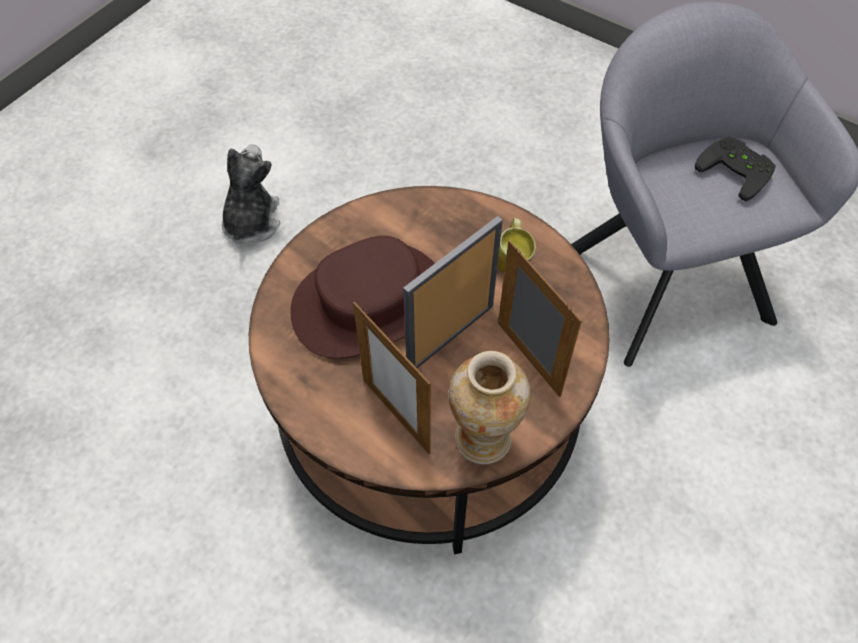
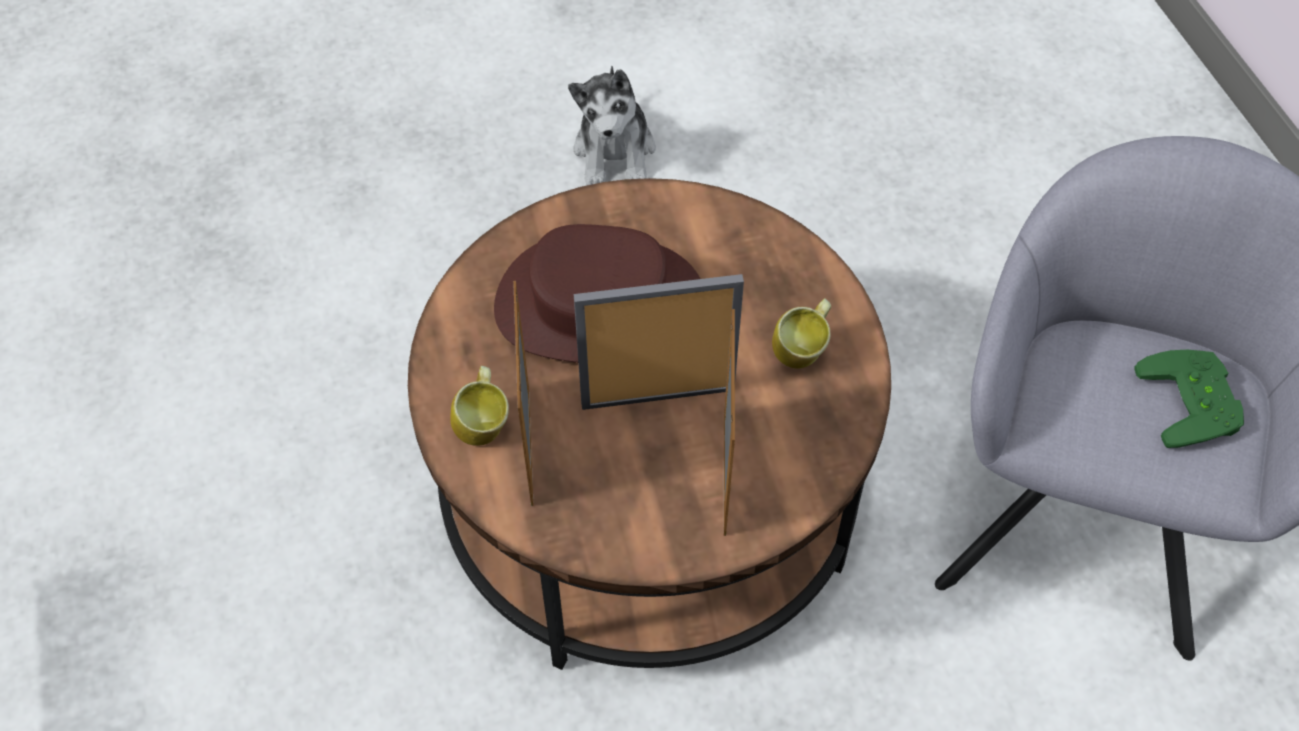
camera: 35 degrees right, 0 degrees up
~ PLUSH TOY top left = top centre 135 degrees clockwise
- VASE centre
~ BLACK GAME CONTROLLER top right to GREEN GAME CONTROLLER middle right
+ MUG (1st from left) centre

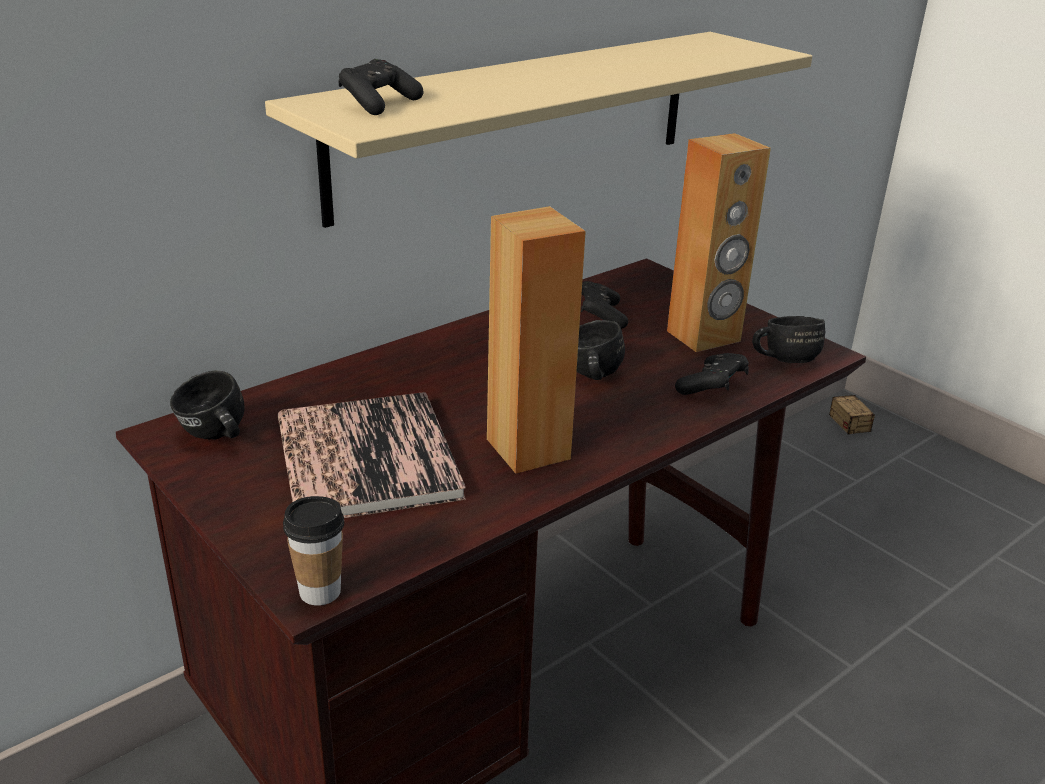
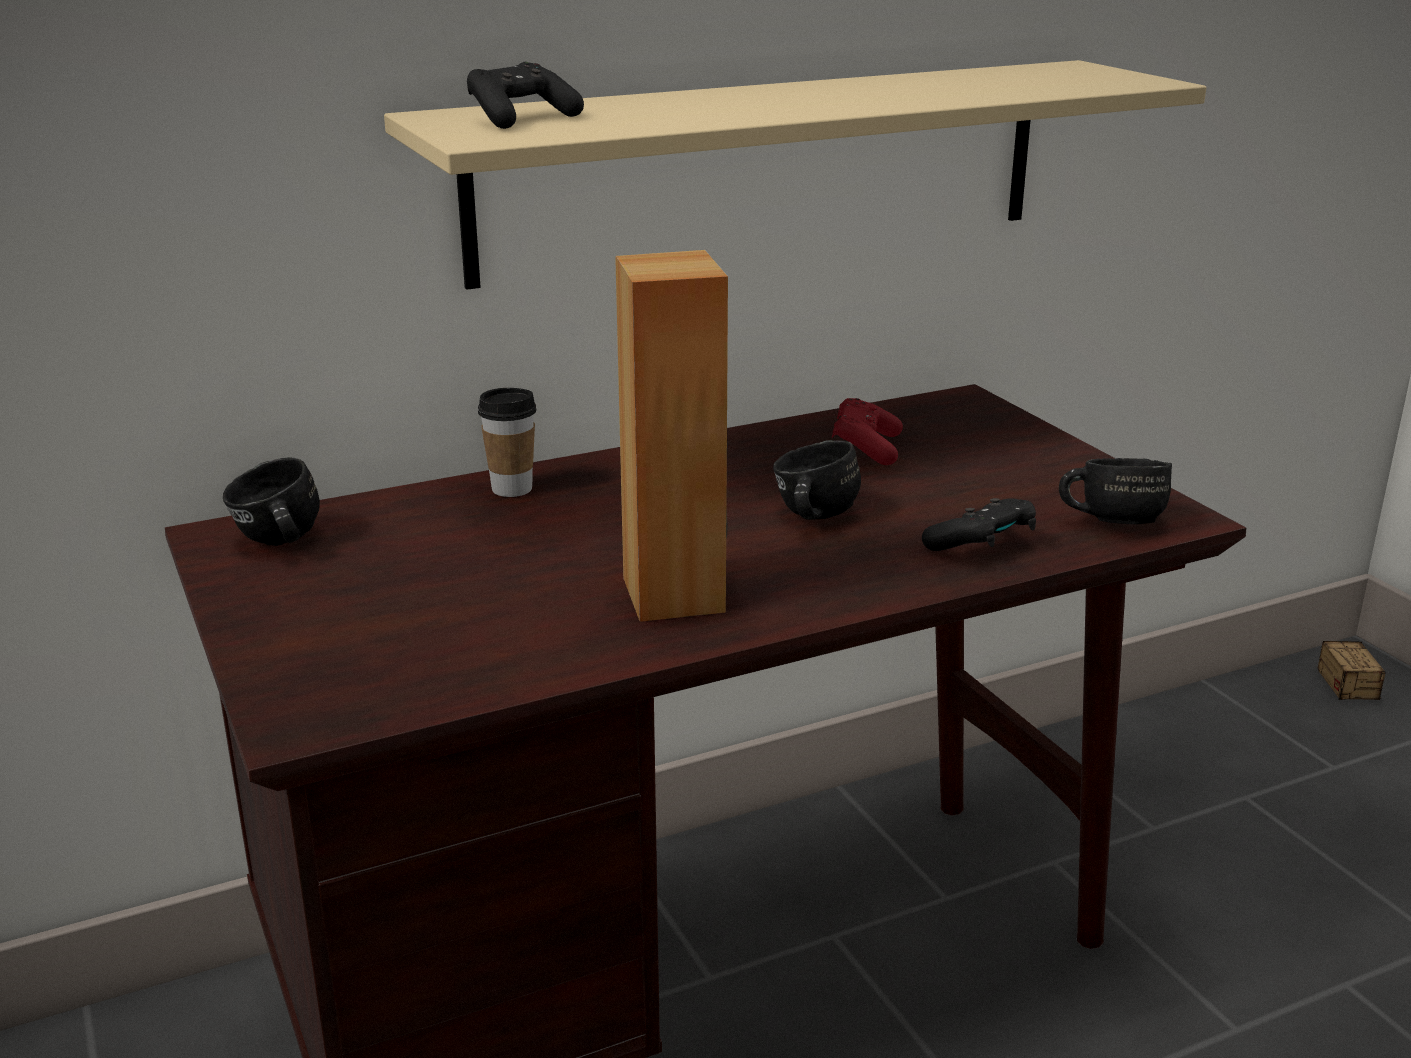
camera: 15 degrees right, 5 degrees down
- BOOK centre
~ CUP bottom left to centre
~ BLACK GAME CONTROLLER (2nd from left) centre to RED GAME CONTROLLER centre
- BROWN SPEAKER (2nd from left) top right

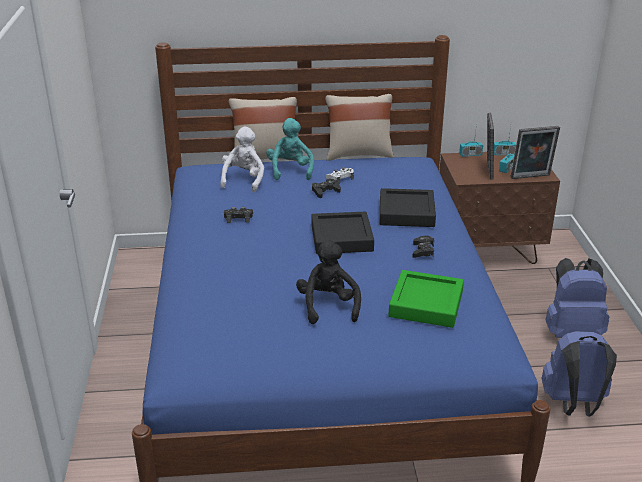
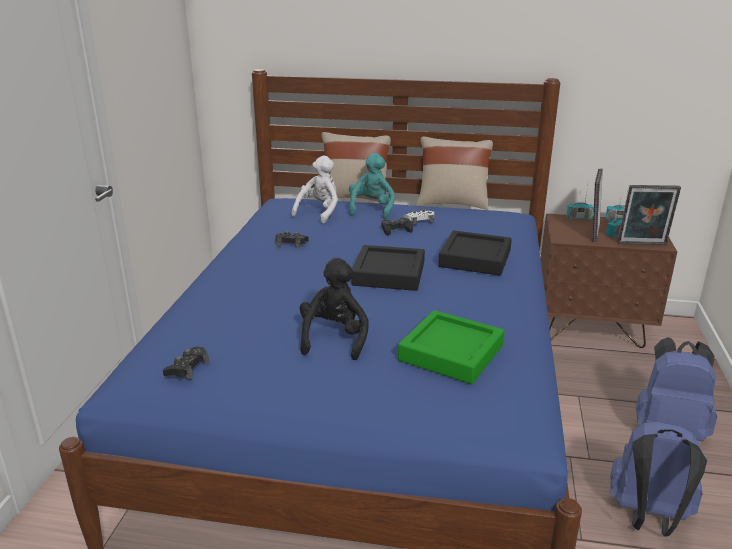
camera: 15 degrees right, 5 degrees down
~ BLACK GAME CONTROLLER (3rd from left in the first image) centre to BLACK GAME CONTROLLER (1st from left) middle left

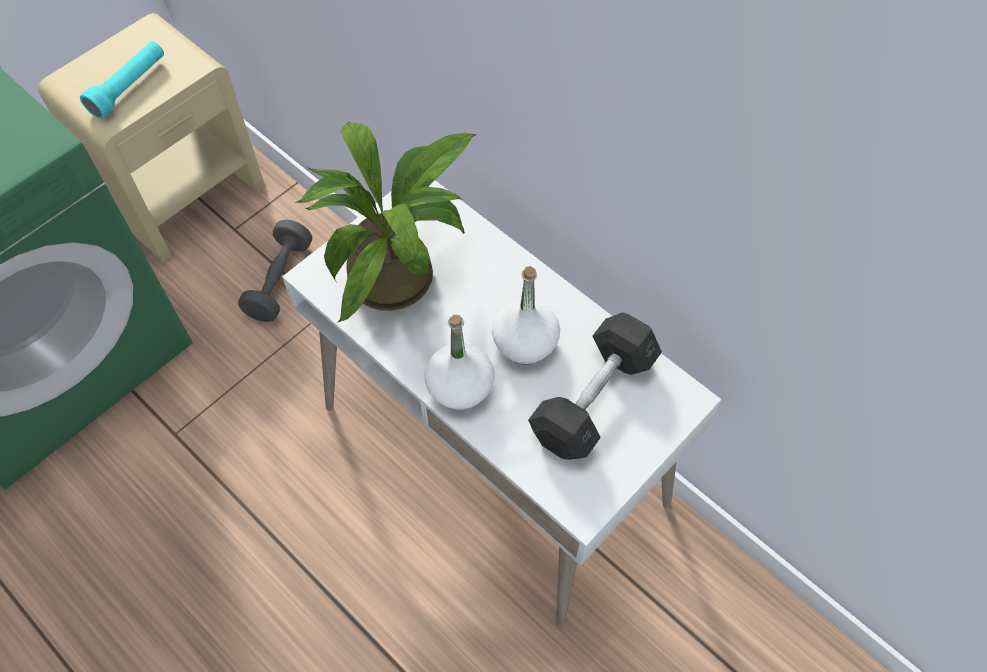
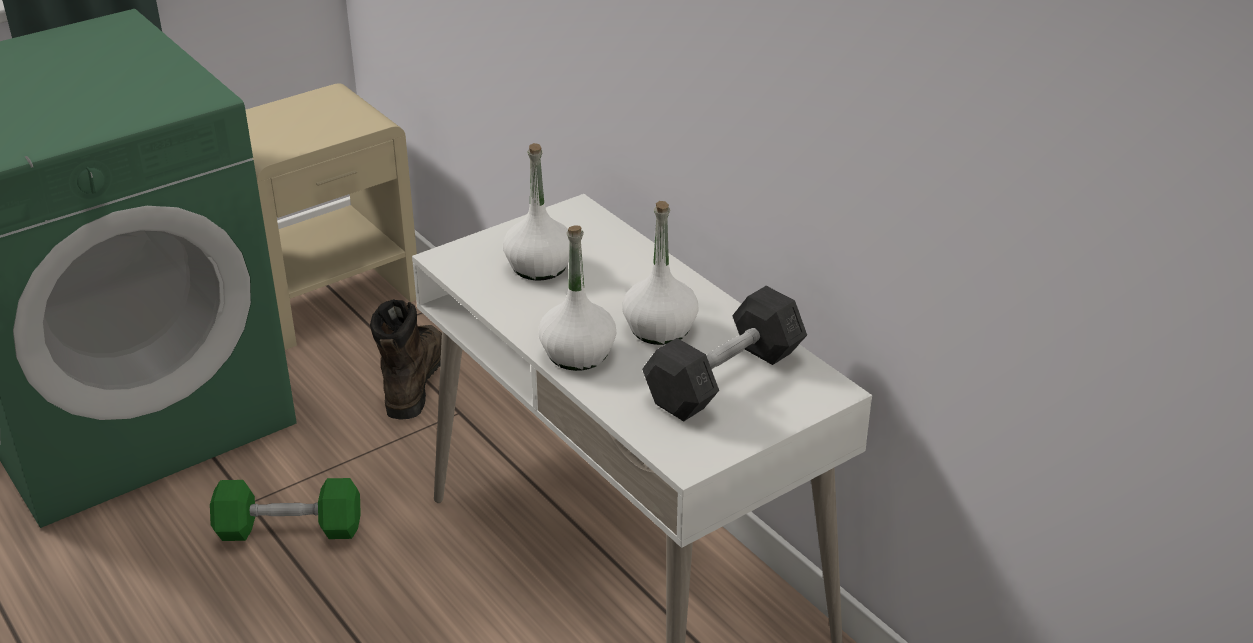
camera: 10 degrees right, 25 degrees down
- TURQUOISE FLASHLIGHT top left
~ GREY DUMBBELL (1st from left) middle left to BROWN BOOT middle left
~ POTTED PLANT top centre to WHITE BOTTLE (1st from left) top centre
+ GREEN DUMBBELL bottom left

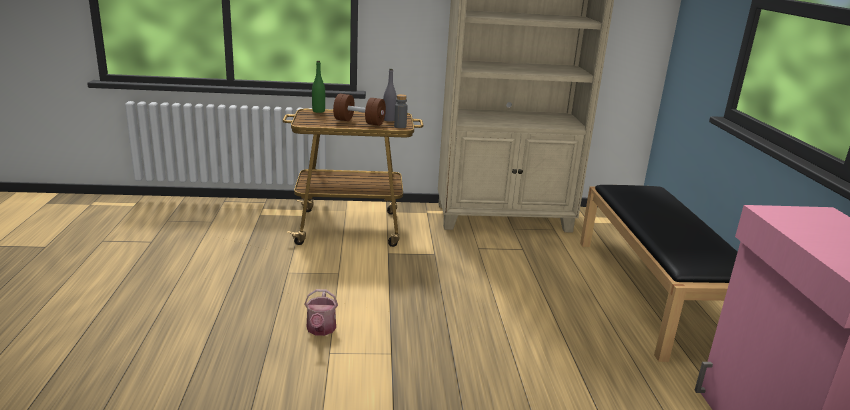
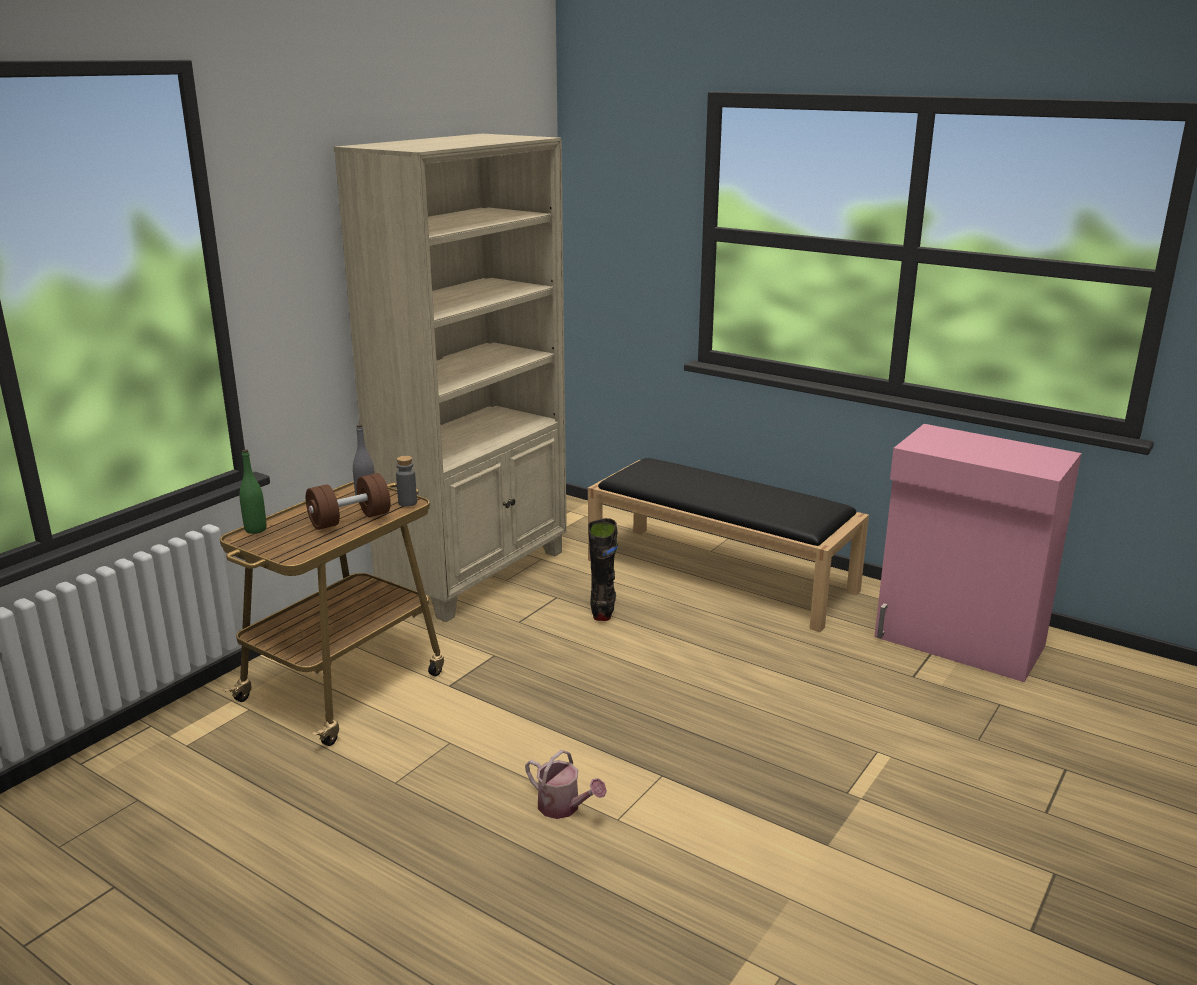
camera: 50 degrees left, 0 degrees up
+ BLACK BOOT centre

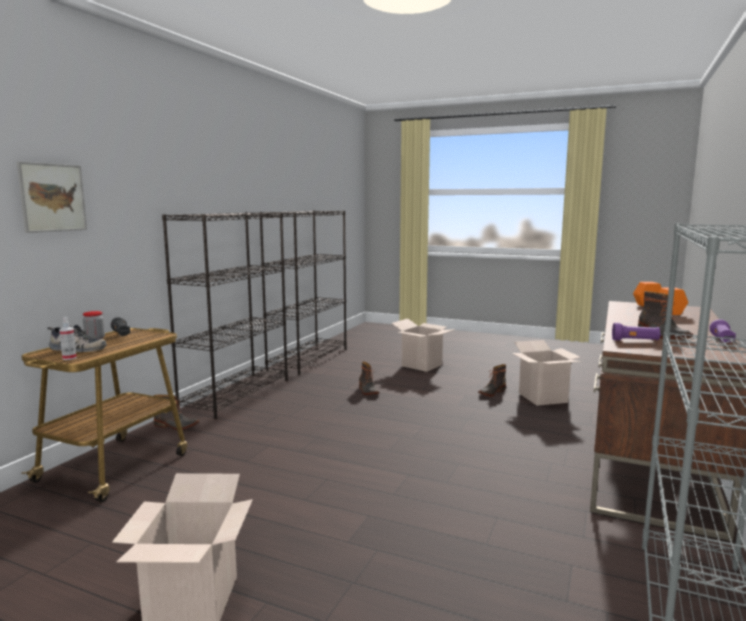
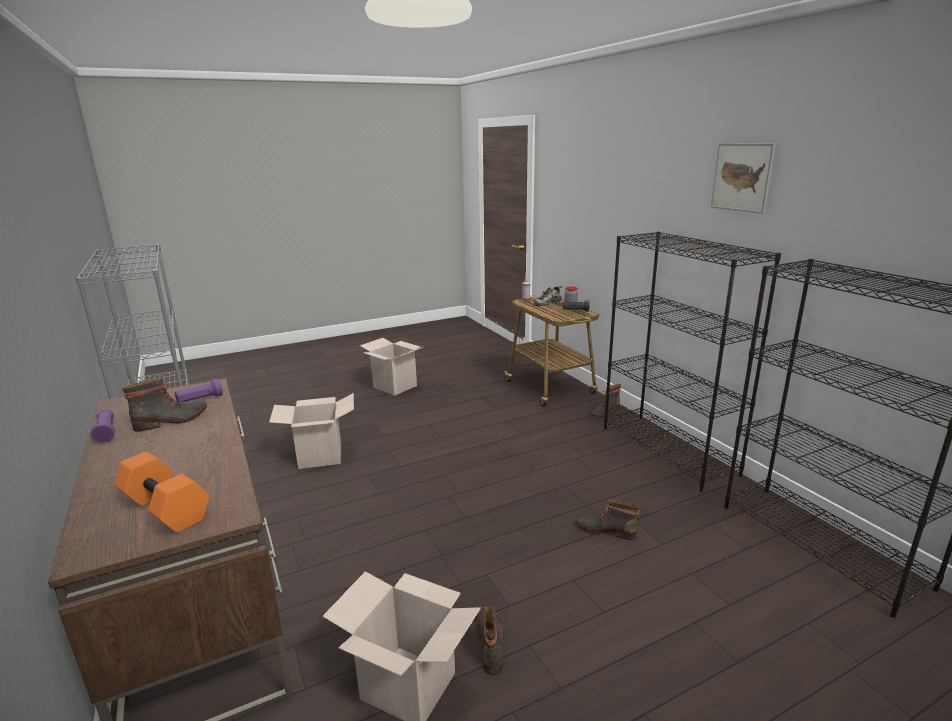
camera: 130 degrees right, 10 degrees up
~ PICTURE top left to top right
~ CARDBOARD BOX (2nd from left in the first image) centre to CARDBOARD BOX (1st from left) middle left
~ BOOT (4th from left in the first image) middle right = middle left 120 degrees clockwise

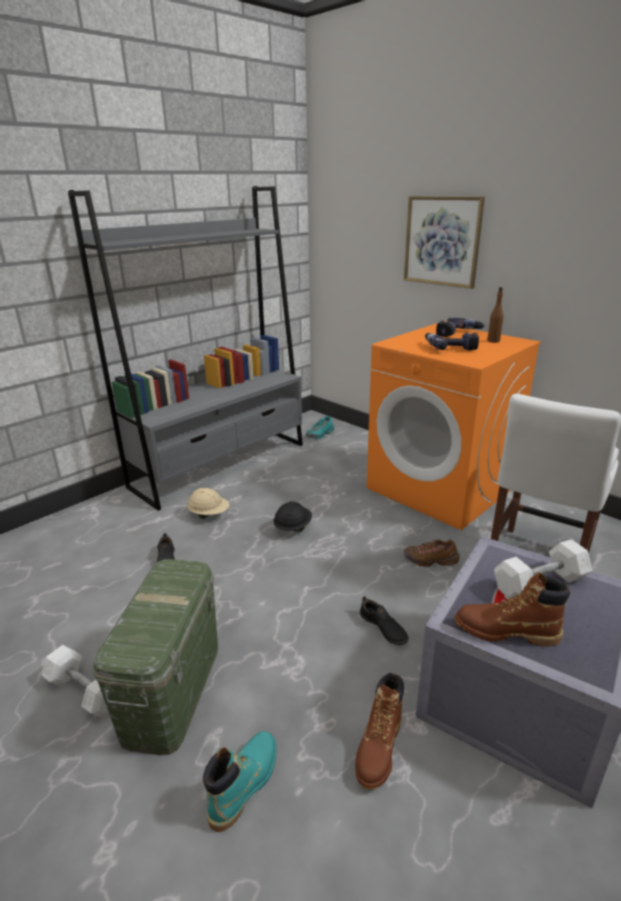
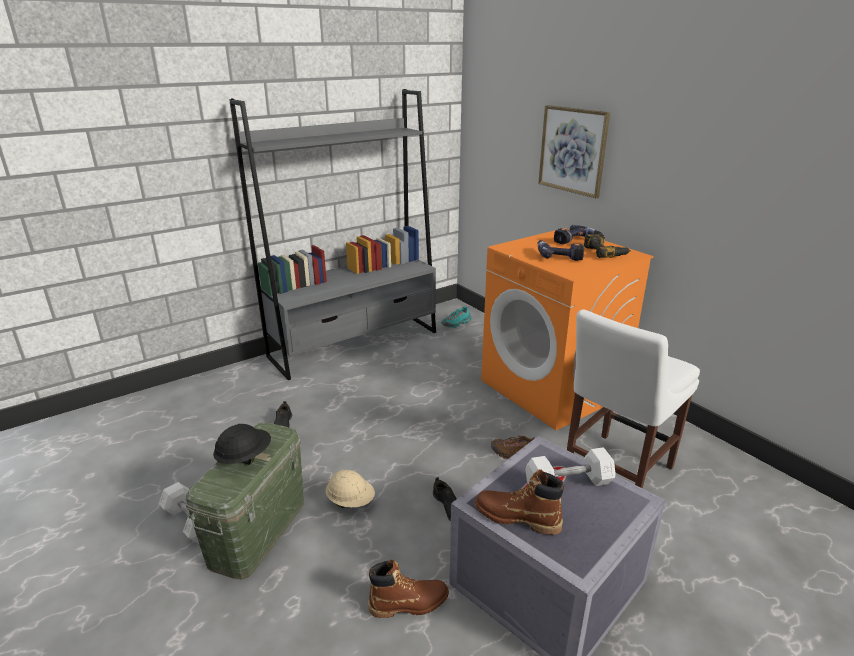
camera: 10 degrees right, 0 degrees up
~ BEIGE HARD HAT centre to bottom centre
- TURQUOISE BOOT bottom centre
~ BLACK HARD HAT centre to bottom left
~ BROWN BOOT (1st from left) bottom centre = bottom centre 135 degrees counterclockwise
~ BROWN BOTTLE middle right to POWER DRILL (3rd from left) middle right

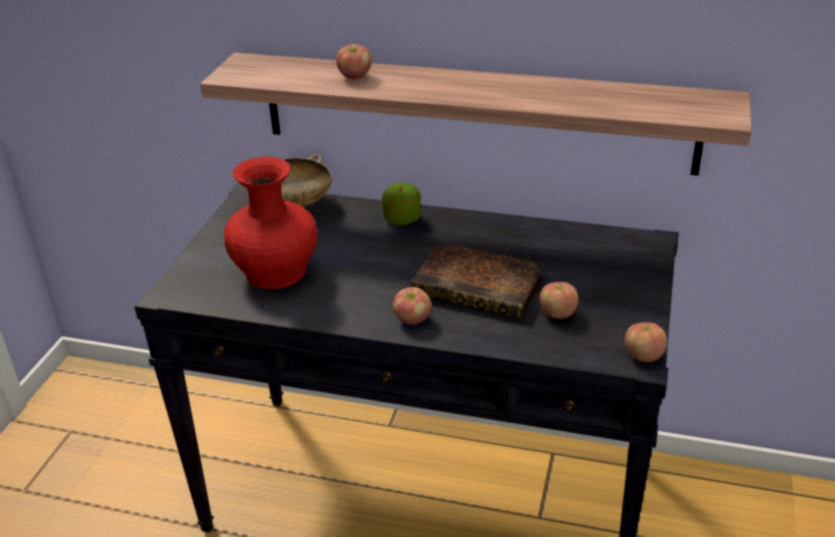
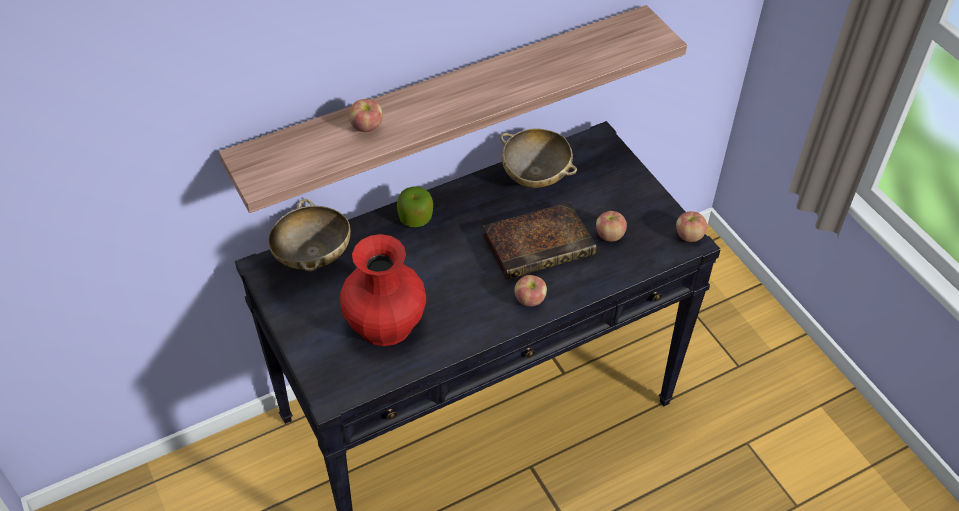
camera: 45 degrees left, 15 degrees up
+ BEIGE BOWL (2nd from left) top centre

